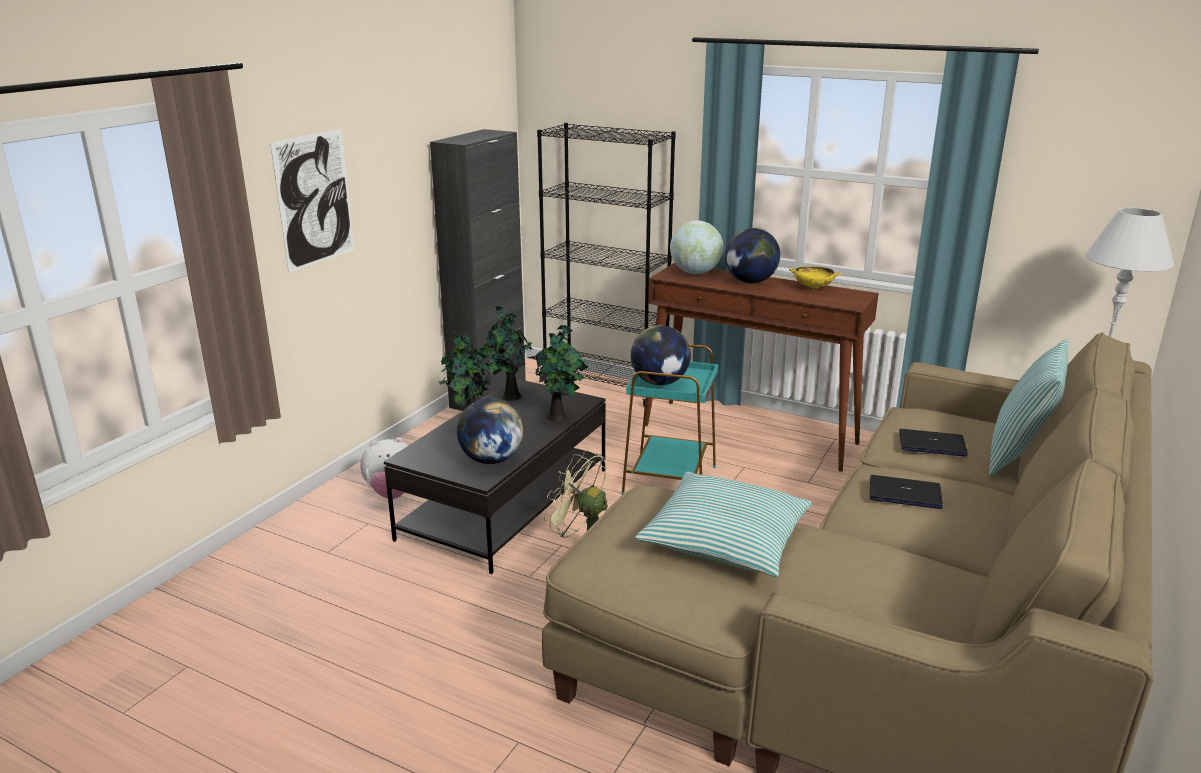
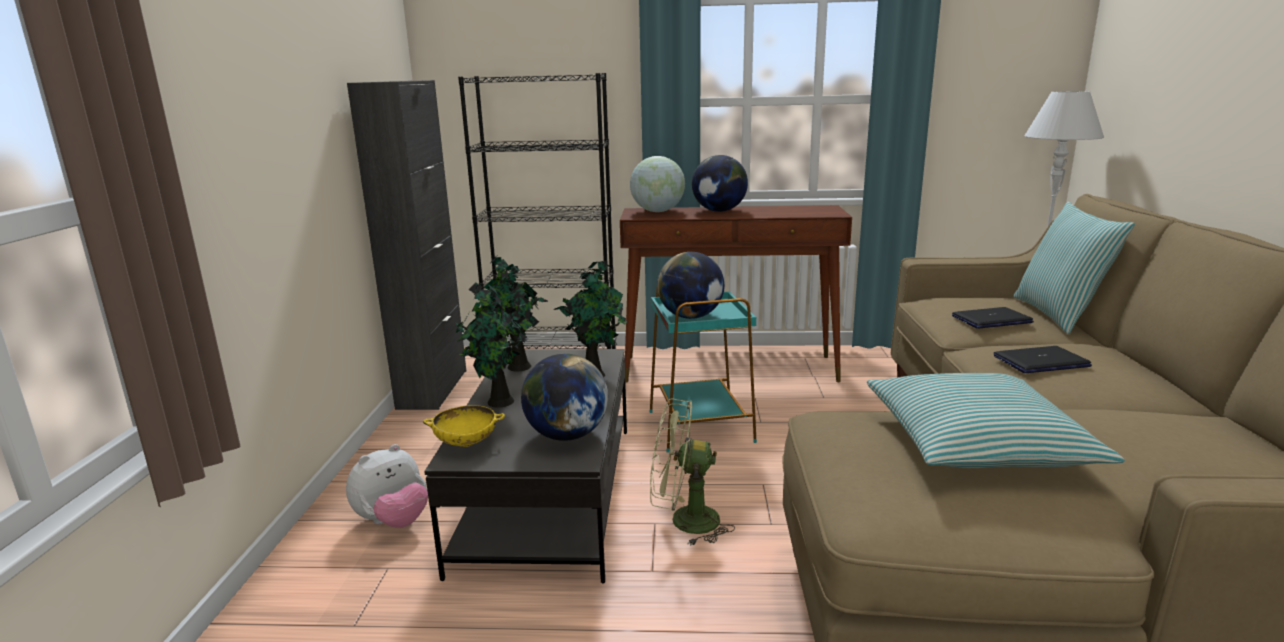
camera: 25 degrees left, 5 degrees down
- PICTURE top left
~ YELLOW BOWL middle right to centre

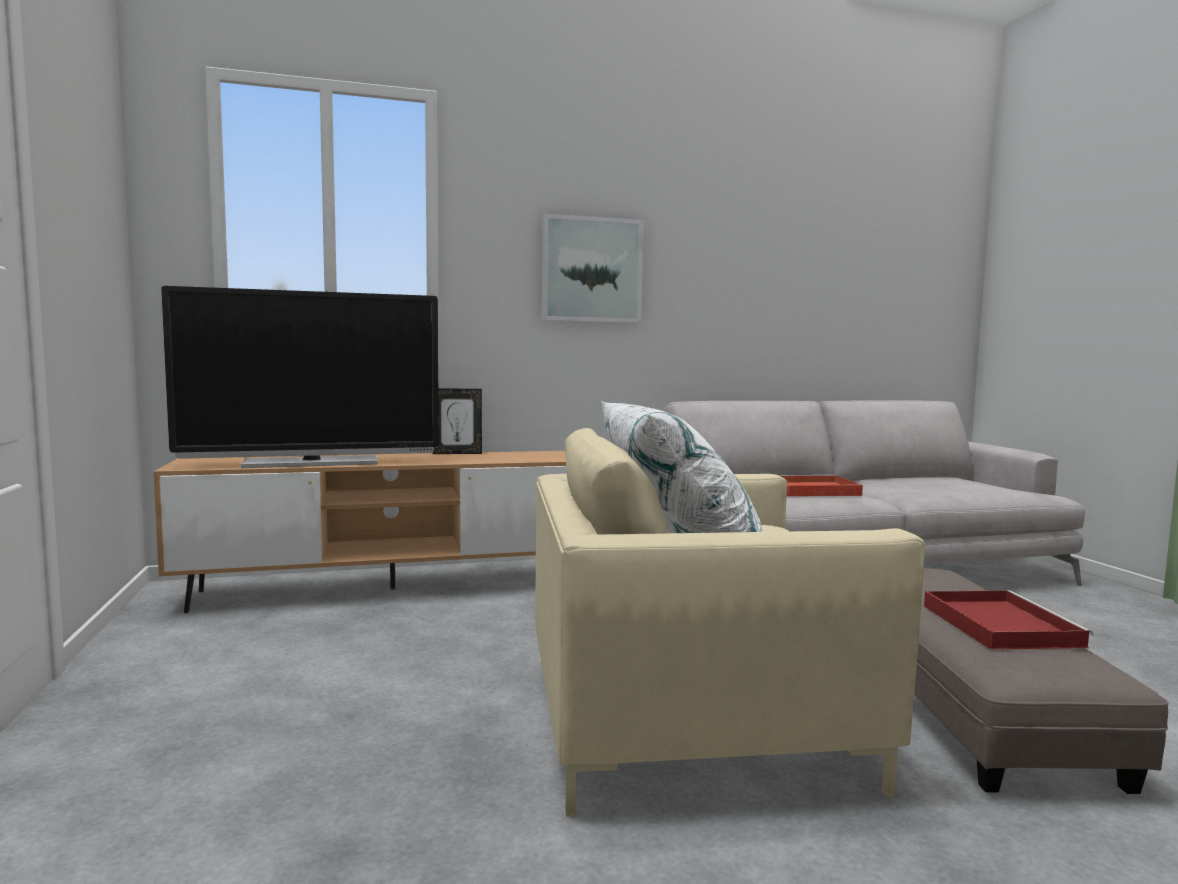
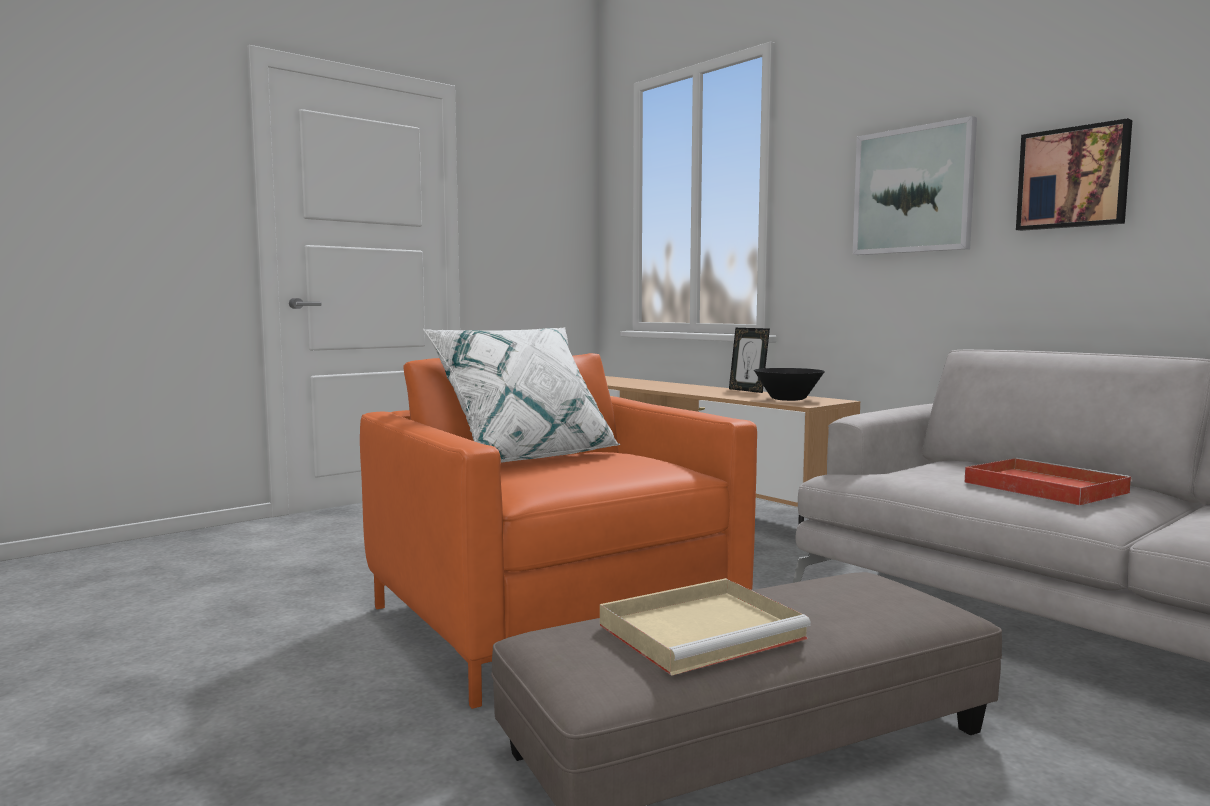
camera: 65 degrees right, 0 degrees up
- TELEVISION middle left
~ BEIGE ARMCHAIR bottom centre to ORANGE ARMCHAIR centre
~ RED TRAY (2nd from left) bottom right to BEIGE TRAY bottom centre
+ BLACK BOWL centre
+ PICTURE (2nd from left) top right

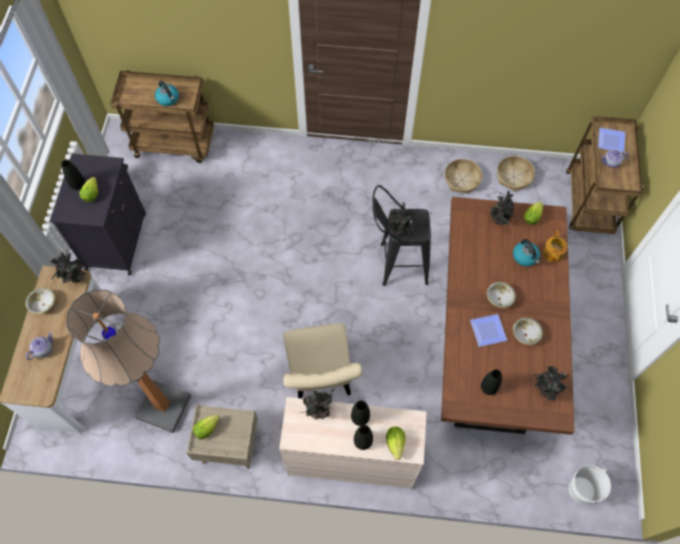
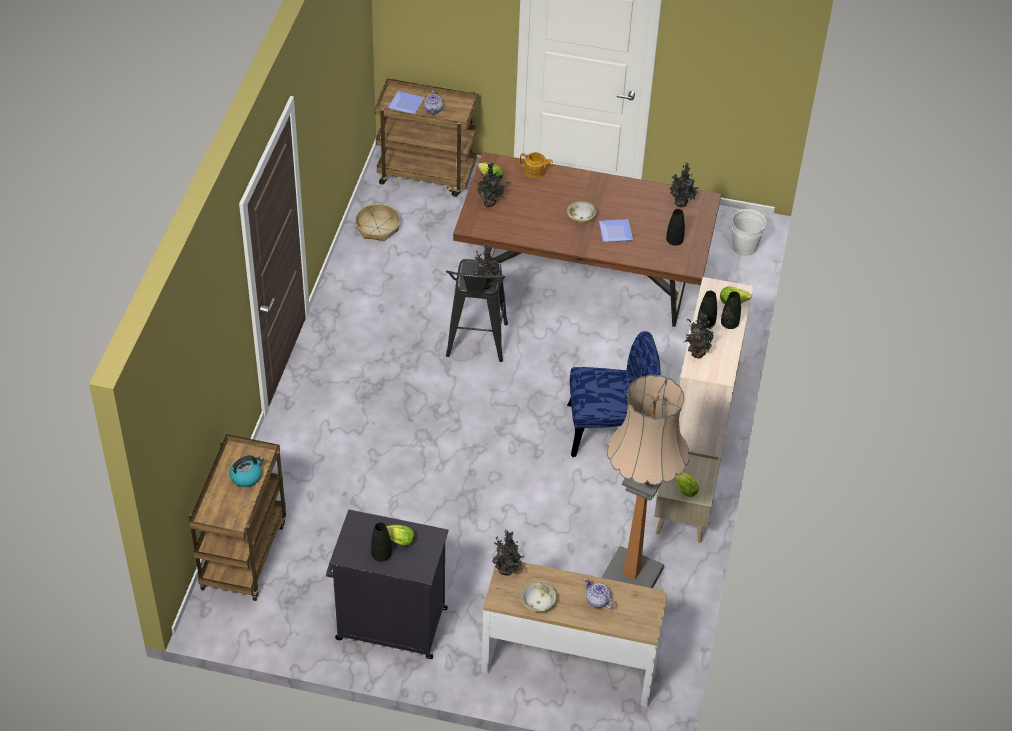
camera: 85 degrees left, 15 degrees down
~ BEIGE CHAIR centre to BLUE CHAIR centre
- BASKET (1st from left) top right
- KETTLE (2nd from left) middle right
- BOWL (3rd from left) middle right

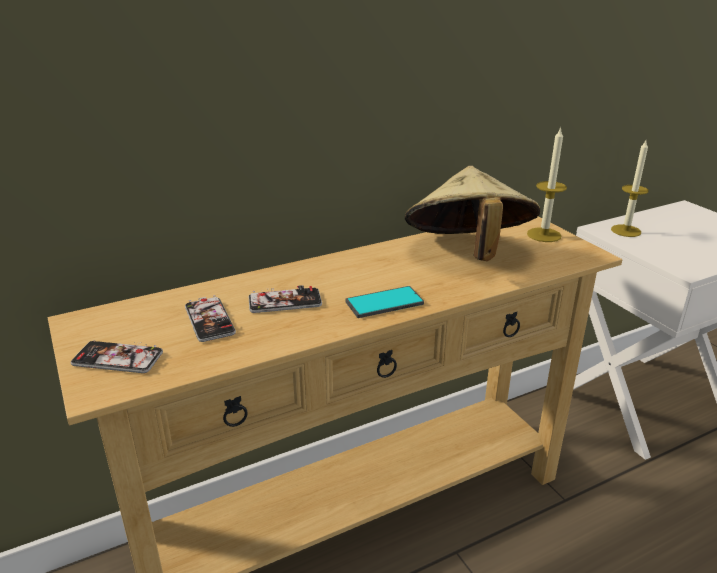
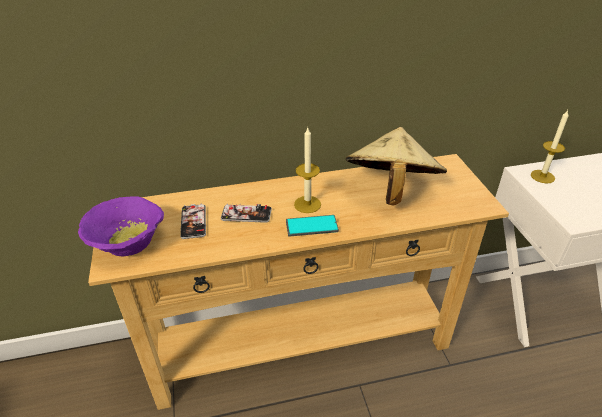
camera: 15 degrees right, 10 degrees up
~ PHONE (1st from left) middle left to PURPLE BOWL middle left
~ CANDLE (1st from left) top right to centre

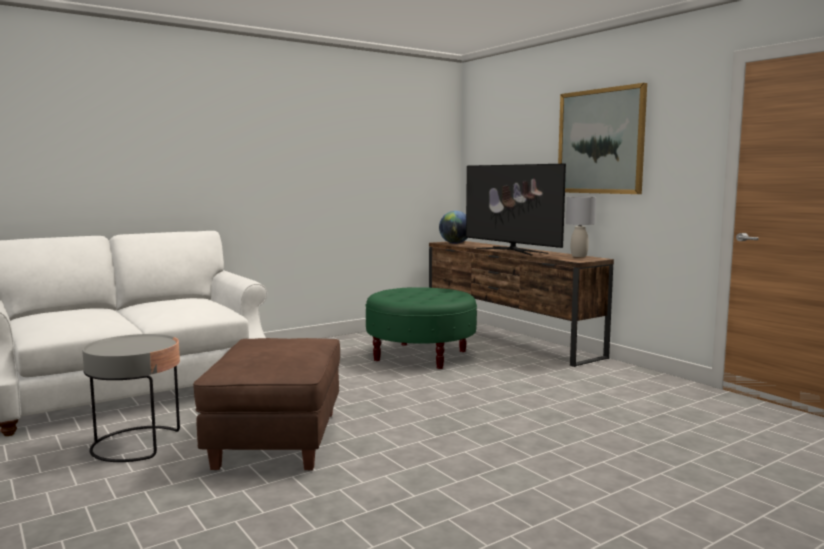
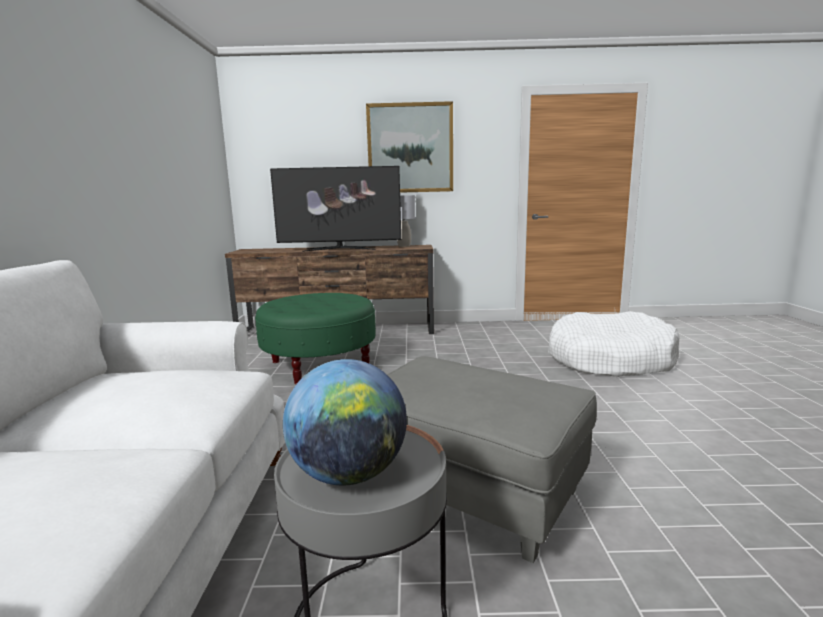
camera: 55 degrees left, 5 degrees up
~ BROWN OTTOMAN bottom left to GREY OTTOMAN bottom centre
~ GLOBE centre to bottom centre
+ WHITE DOG BED middle right

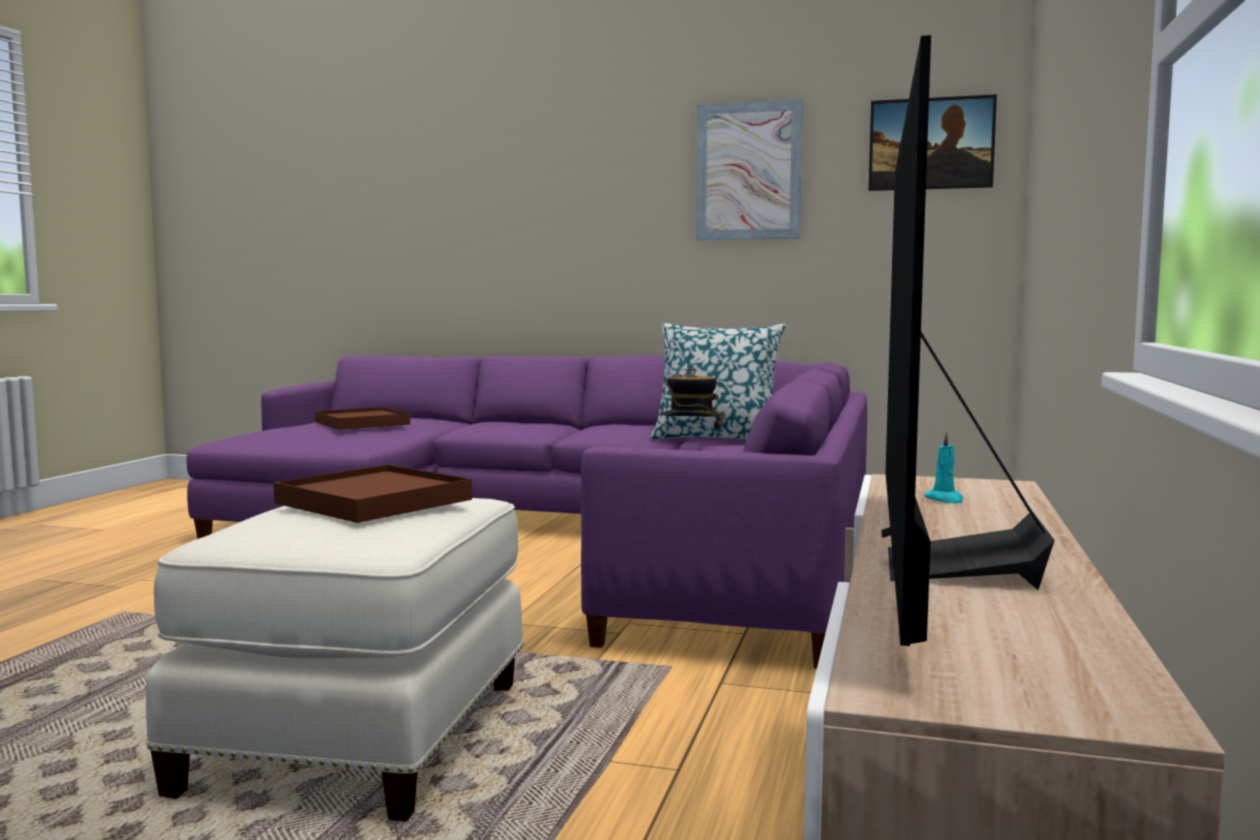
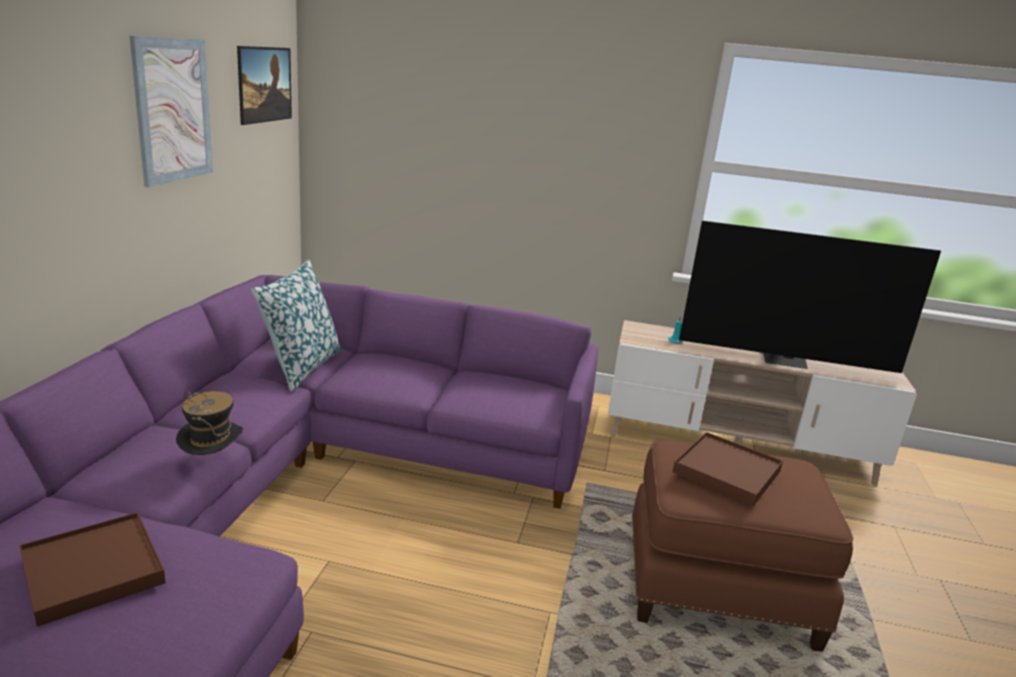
camera: 95 degrees left, 15 degrees up
~ WHITE OTTOMAN bottom left to BROWN OTTOMAN bottom right
~ HAT centre to middle left

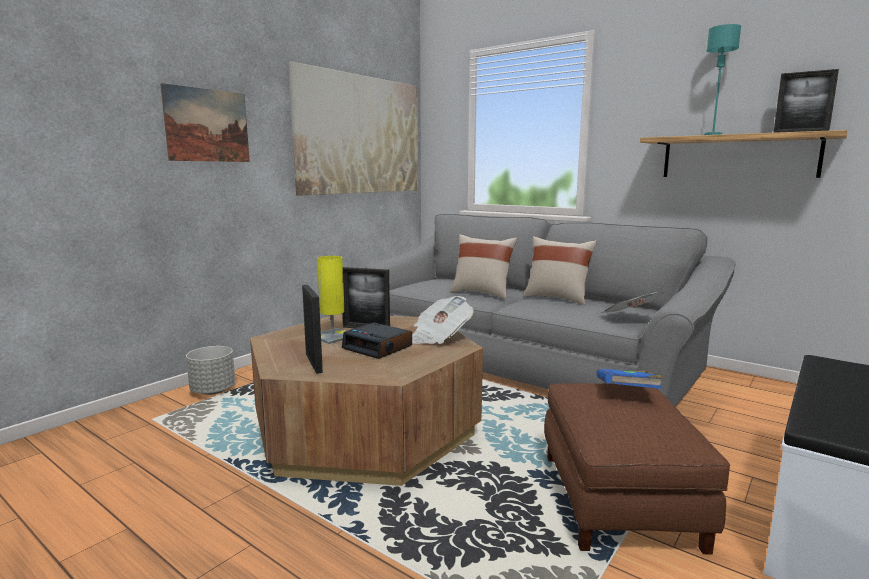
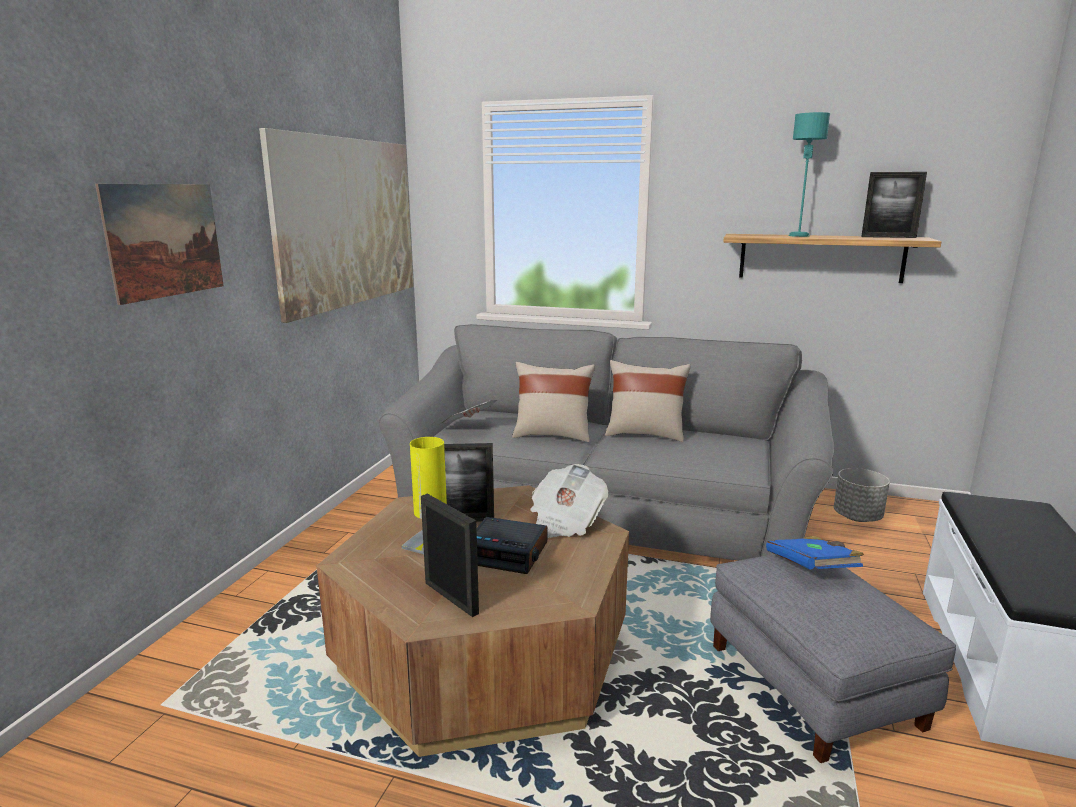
camera: 20 degrees left, 5 degrees up
~ GREY PLANTER middle left to middle right
~ BROWN OTTOMAN bottom right to GREY OTTOMAN bottom right
~ NEWSPAPER (2nd from left in the first image) middle right to NEWSPAPER (1st from left) centre

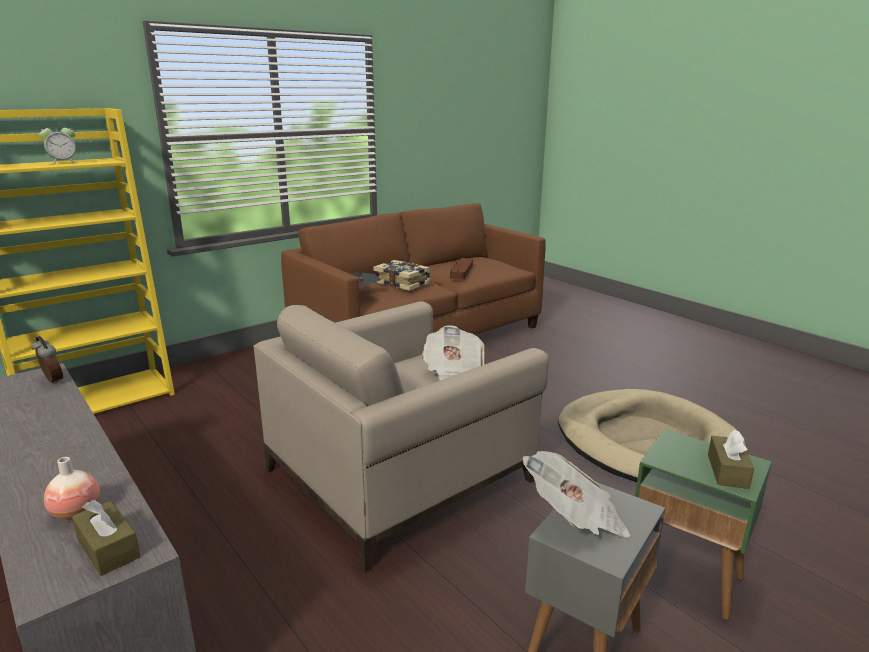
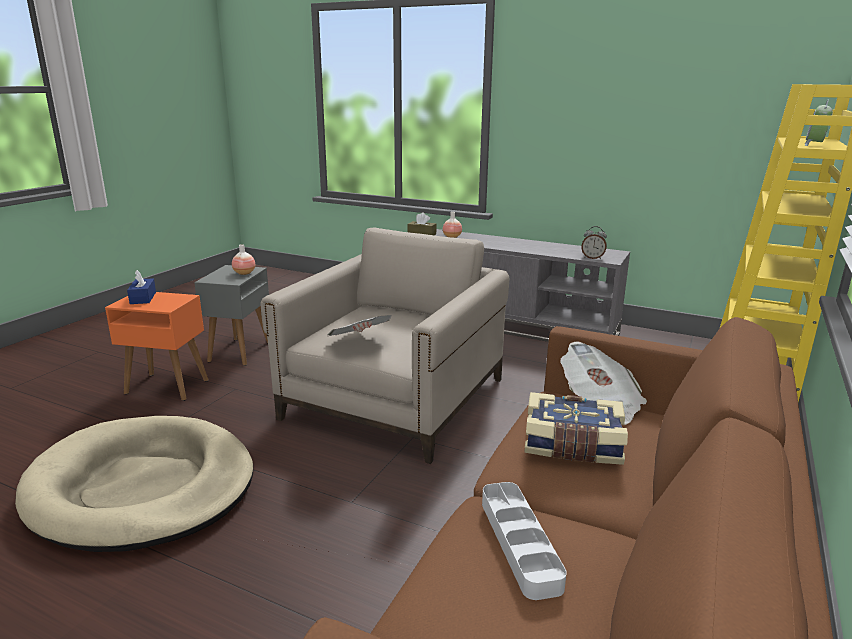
camera: 155 degrees right, 0 degrees up
~ BROWN TRAY centre to GREY TRAY bottom centre
~ NEWSPAPER (3rd from left) bottom centre to VASE (1st from left) middle left
~ GREEN SIDE TABLE bottom right to ORANGE SIDE TABLE middle left
~ BROWN TISSUE BOX (2nd from left) bottom right to BLUE TISSUE BOX middle left

